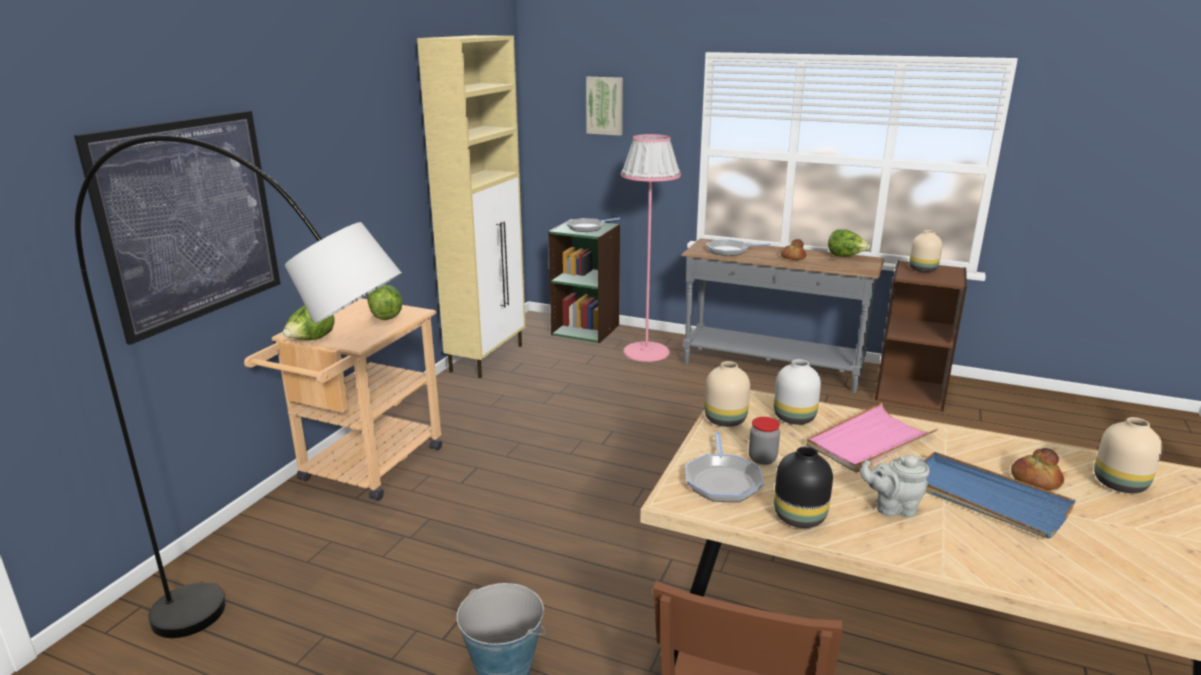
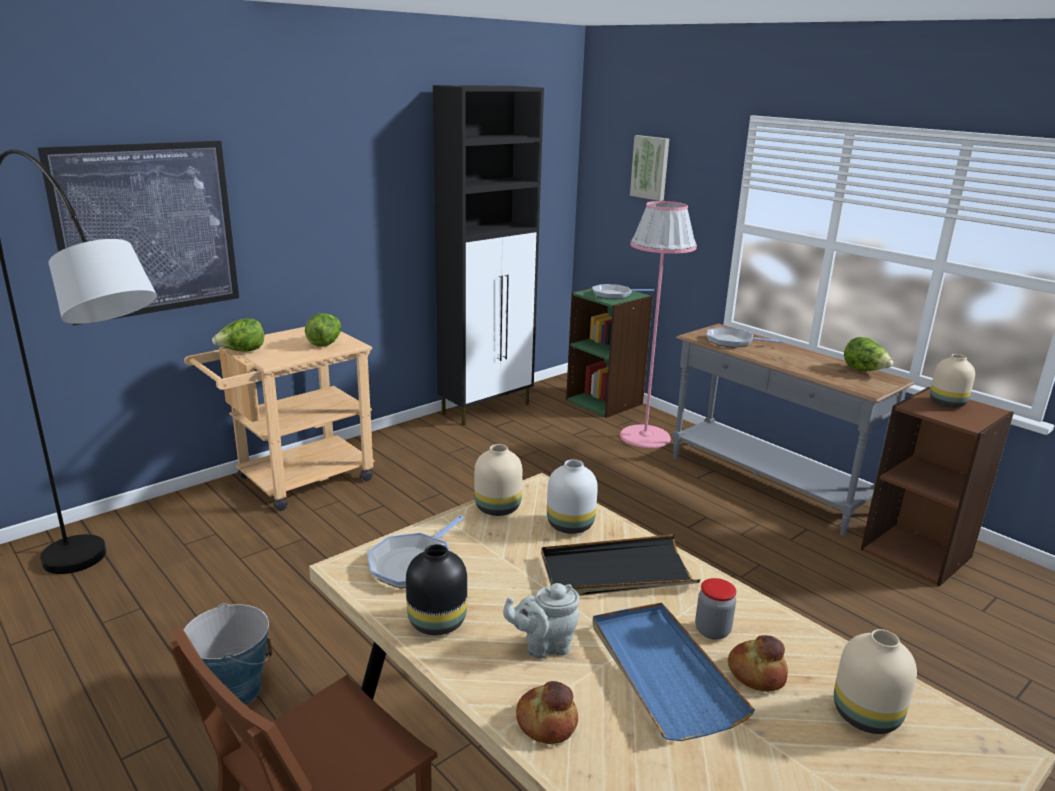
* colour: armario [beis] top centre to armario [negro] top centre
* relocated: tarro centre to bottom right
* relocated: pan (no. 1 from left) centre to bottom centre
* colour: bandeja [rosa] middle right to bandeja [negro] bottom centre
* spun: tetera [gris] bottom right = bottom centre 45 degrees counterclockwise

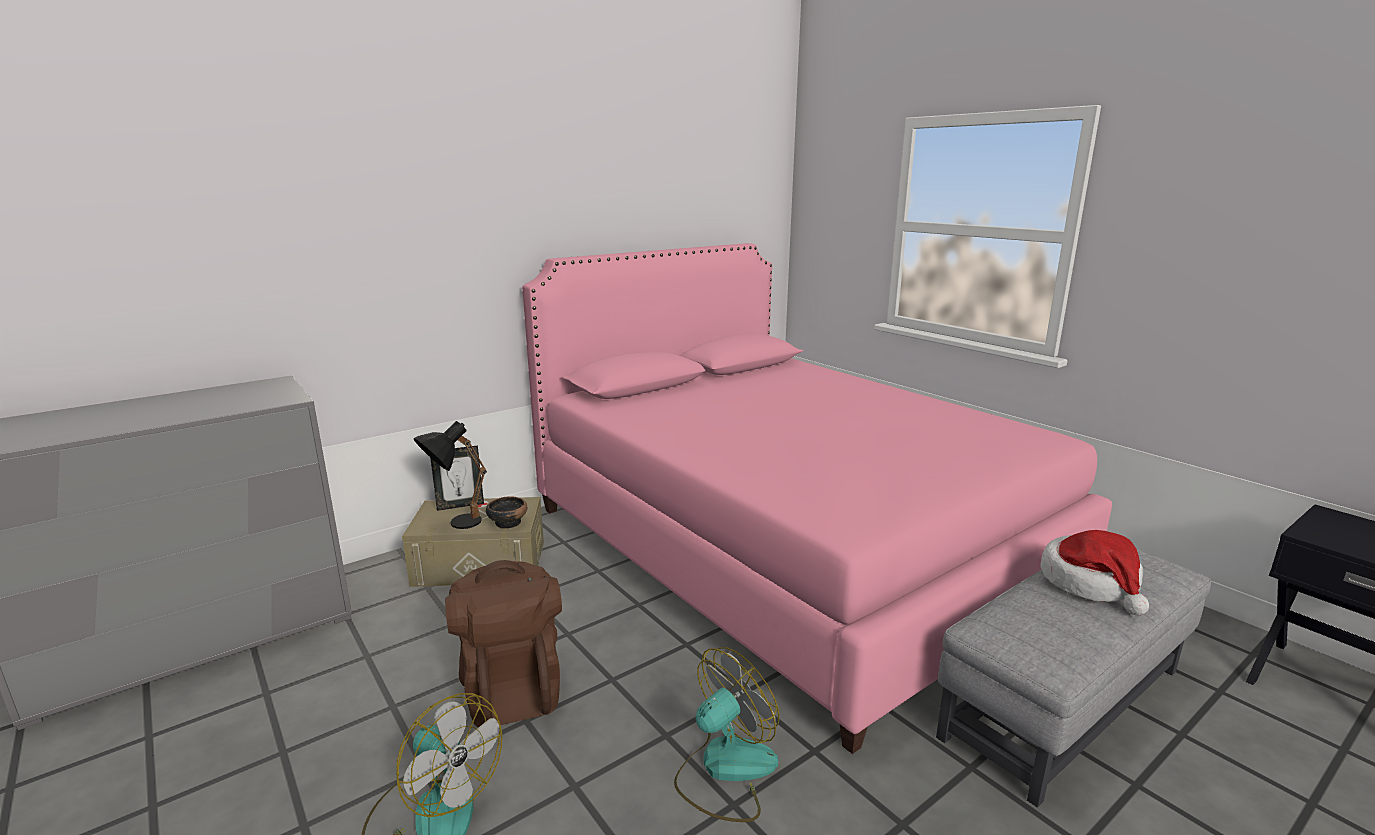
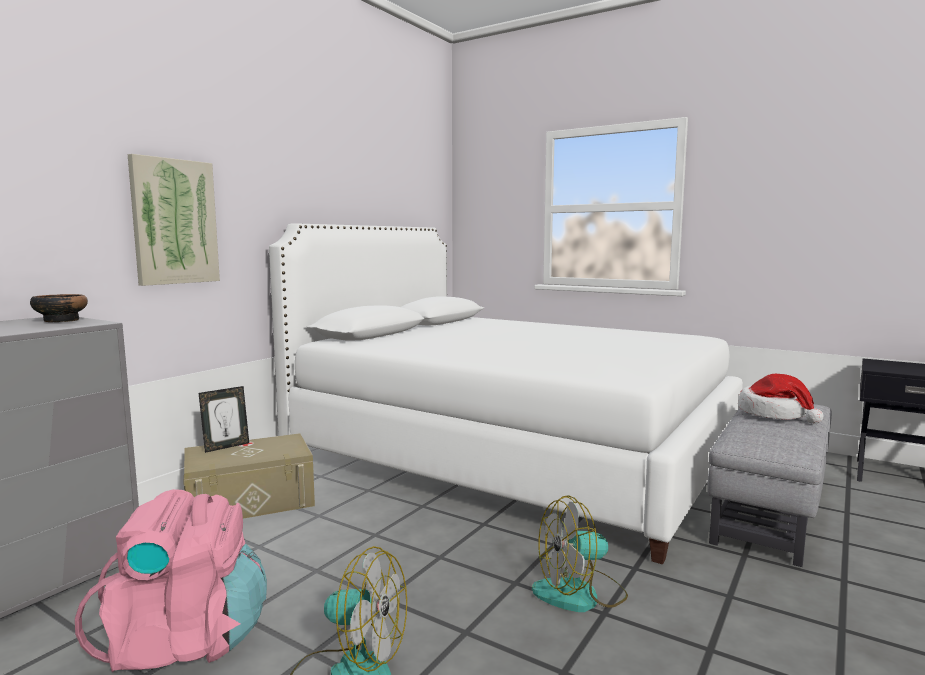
* missing: lámpara de mesa [negro] middle left
* missing: mochila [marrón] bottom centre
* relocated: cuenco centre to middle left
* colour: cama [rosa] centre to cama [blanco] centre
* spun: ventilador (no. 2 from left) bottom centre = bottom centre 135 degrees counterclockwise
* appeared: mochila [rosa] bottom left
* appeared: cuadro top left

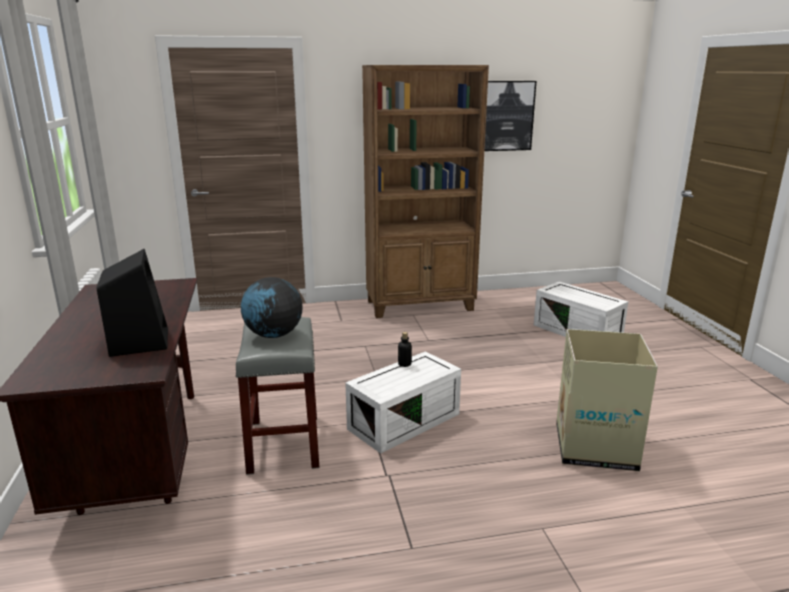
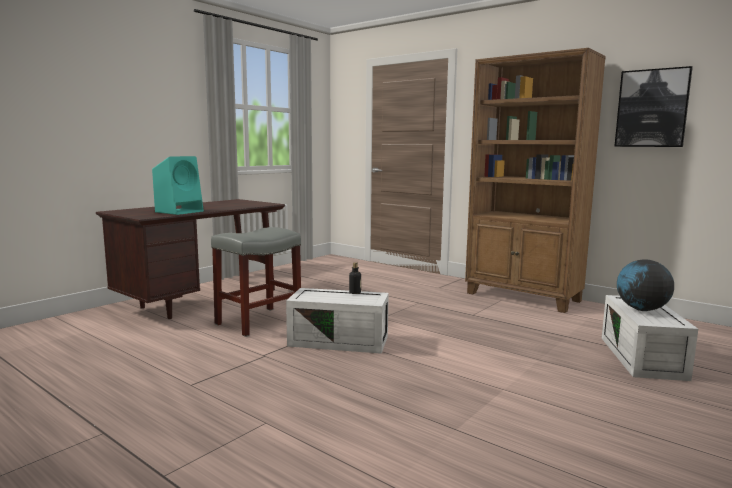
* colour: altavoz [negro] middle left to altavoz [turquesa] middle left
* relocated: globo terráqueo centre to middle right
* missing: caja de cartón bottom right

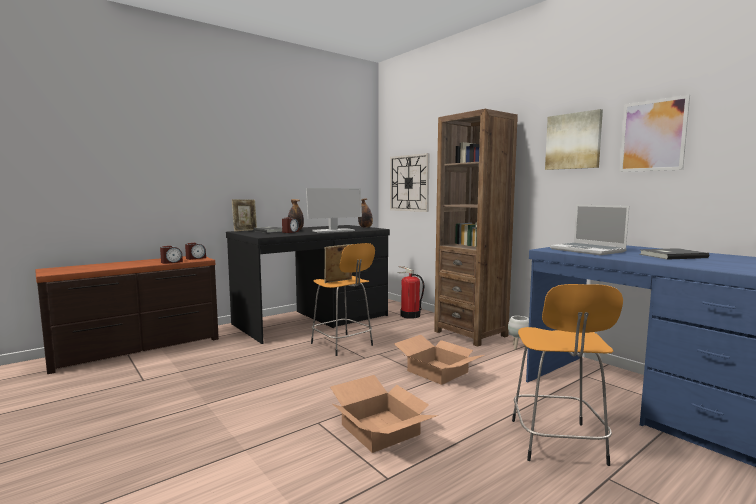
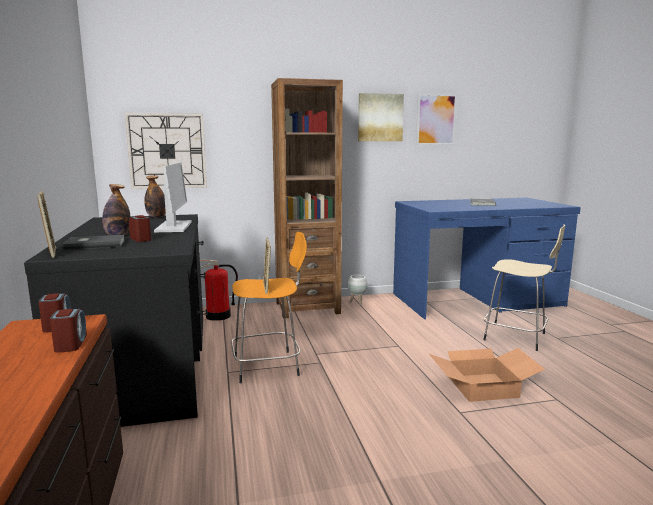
* missing: caja de cartón (no. 2 from left) bottom centre
* colour: taburete [naranja] (no. 2 from left) bottom right to taburete [beis] middle right
* missing: portátil middle right

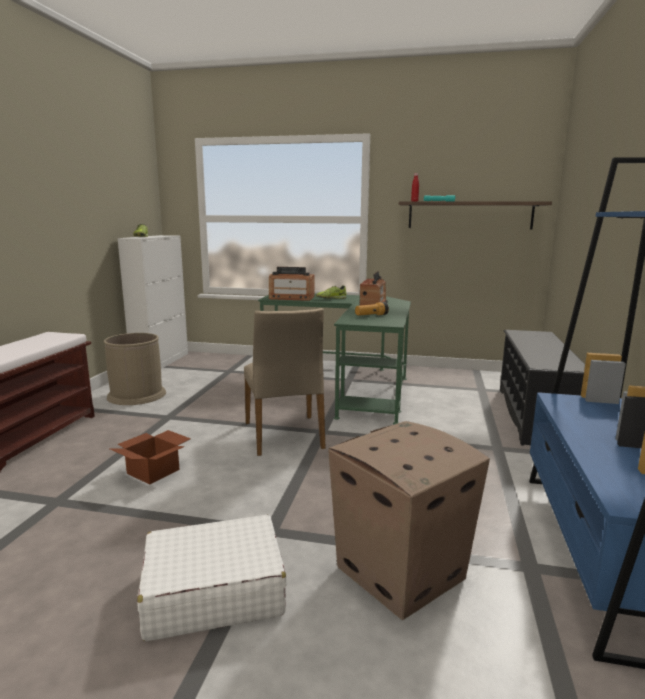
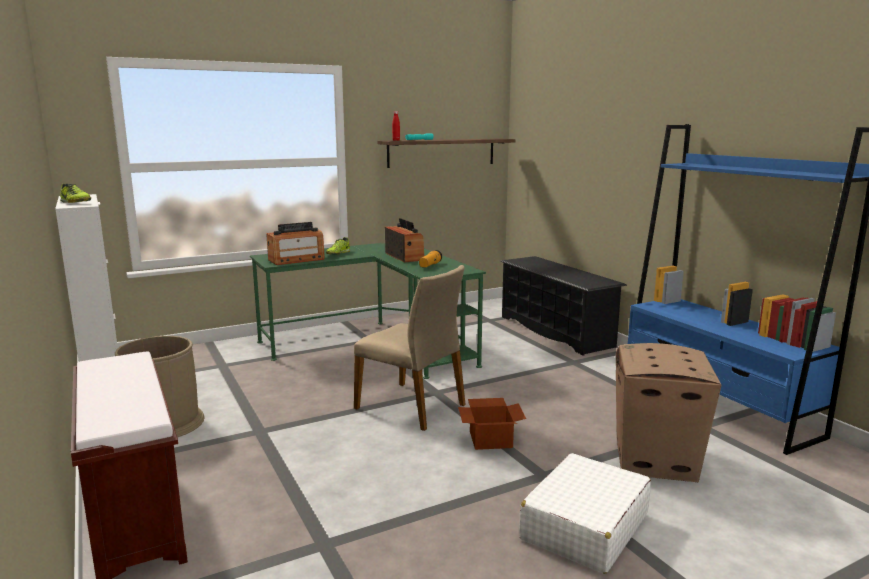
* relocated: caja de cartón (no. 1 from left) middle left to bottom centre

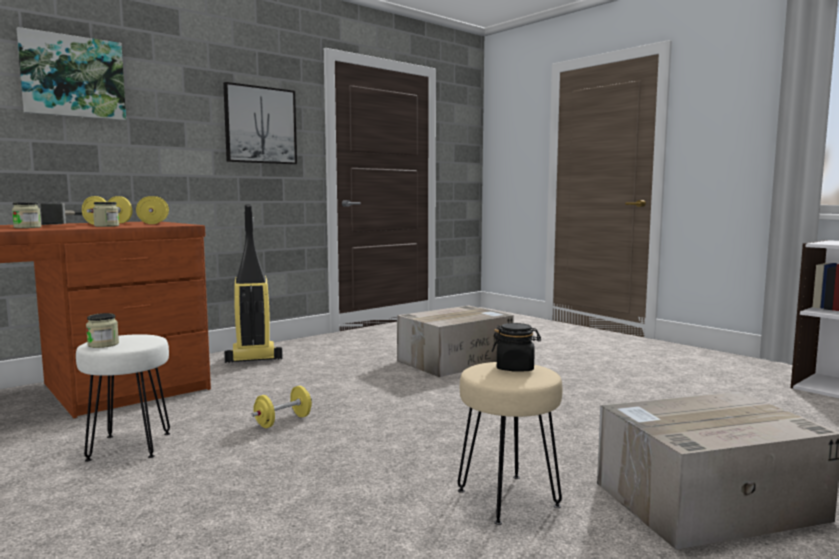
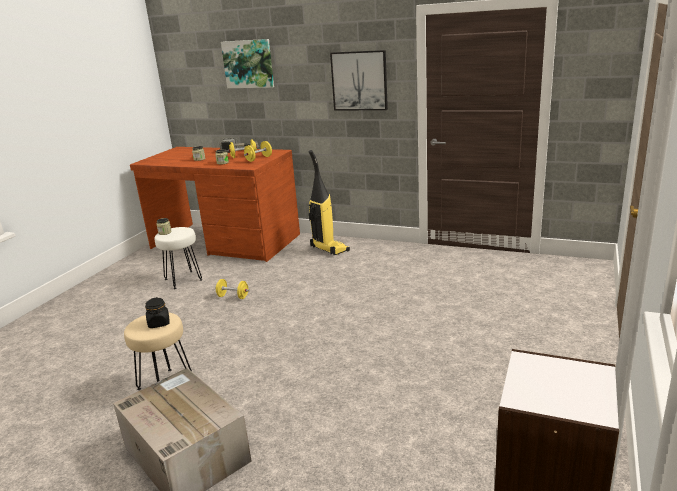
* missing: caja de cartón (no. 1 from left) centre

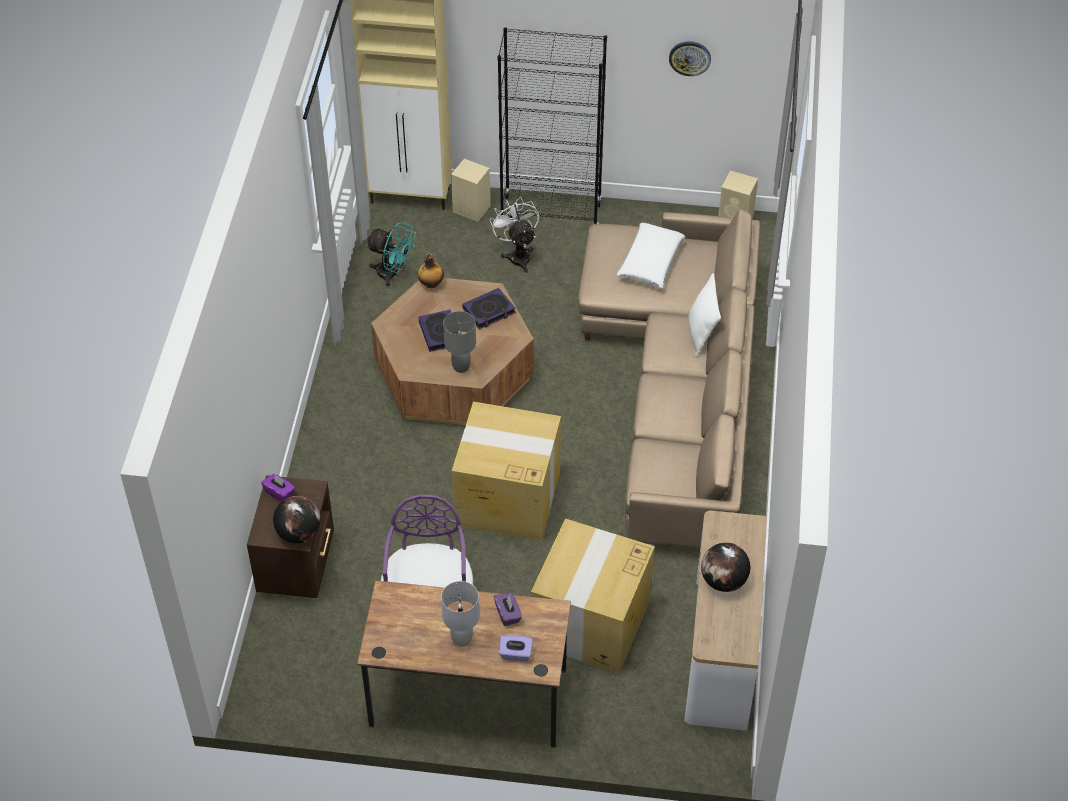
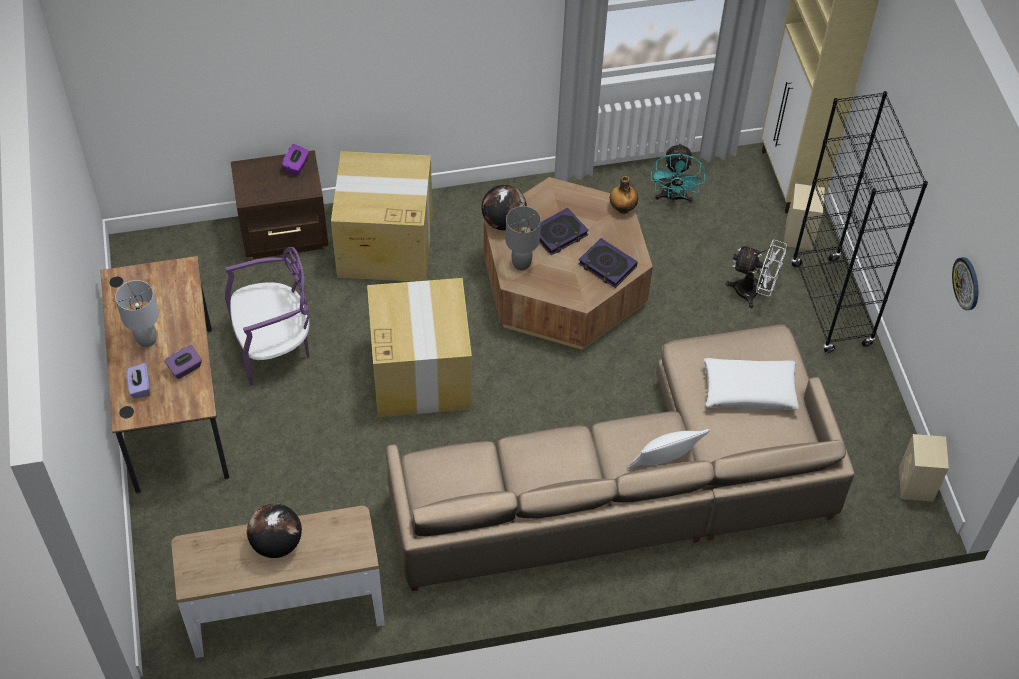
* relocated: globo terráqueo (no. 1 from left in the first image) middle left to globo terráqueo (no. 2 from left) top centre
* spun: ventilador [blanco] top centre = middle right 60 degrees clockwise
* relocated: caja de cartón (no. 2 from left in the first image) bottom centre to caja de cartón (no. 1 from left) top centre

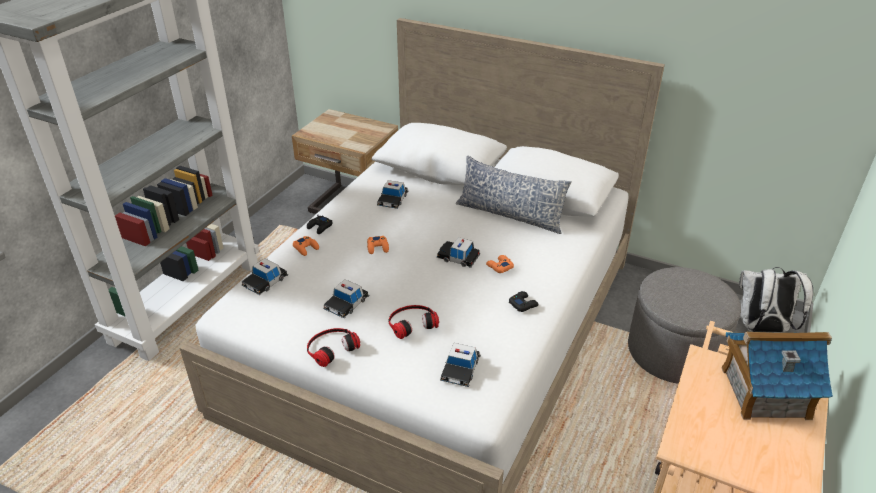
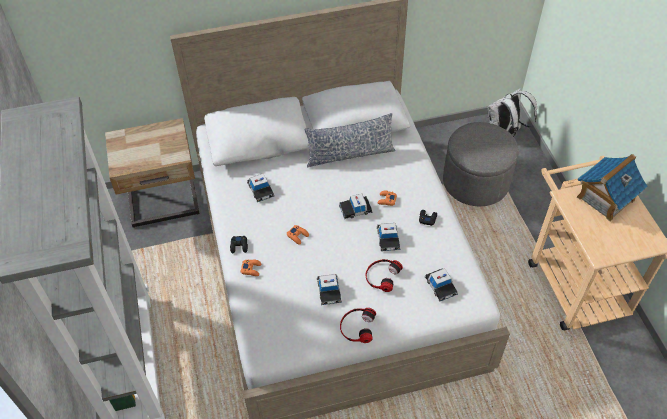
* relocated: coche de juguete (no. 1 from left in the first image) middle left to coche de juguete (no. 4 from left) centre

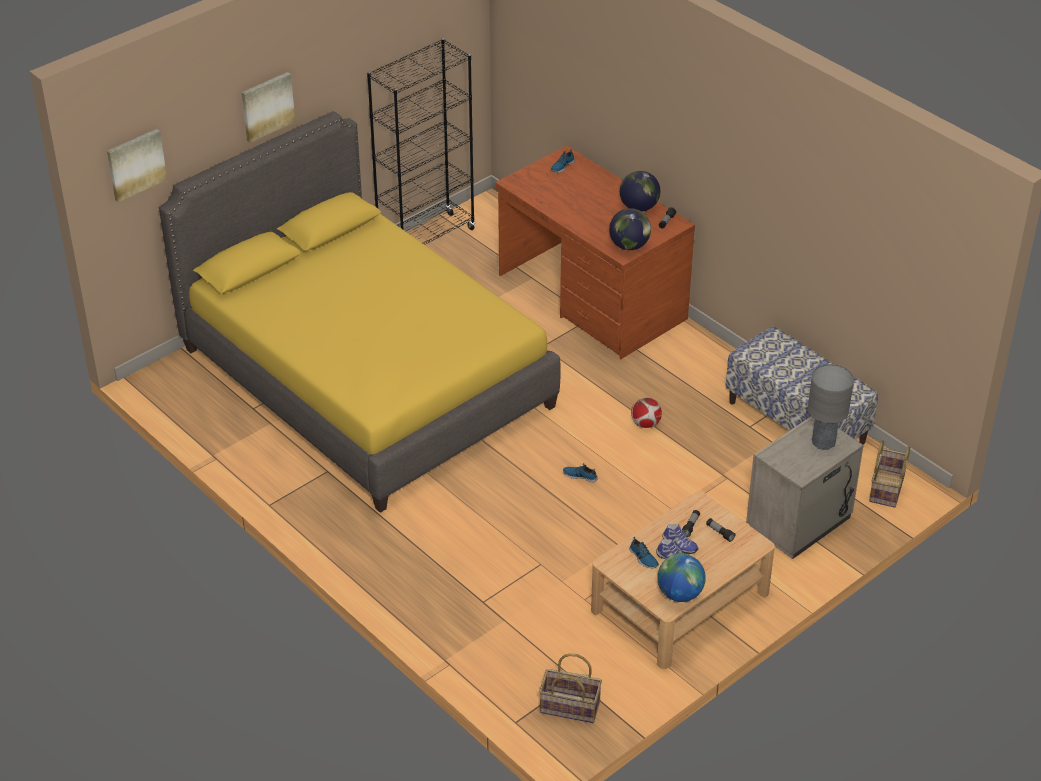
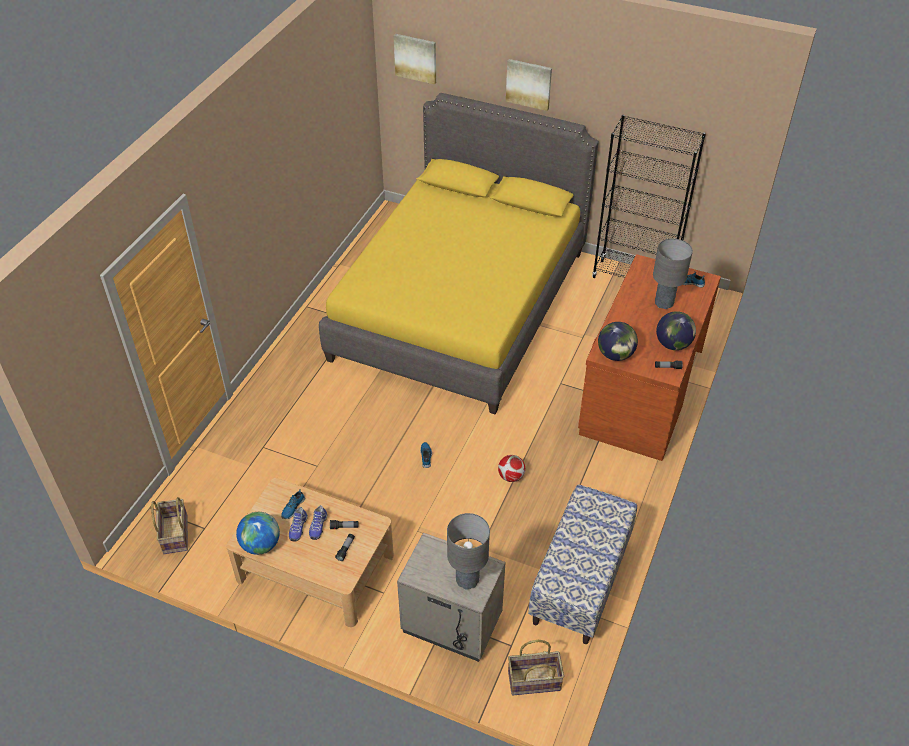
* appeared: lámpara de mesa [gris] (no. 2 from left) middle right

